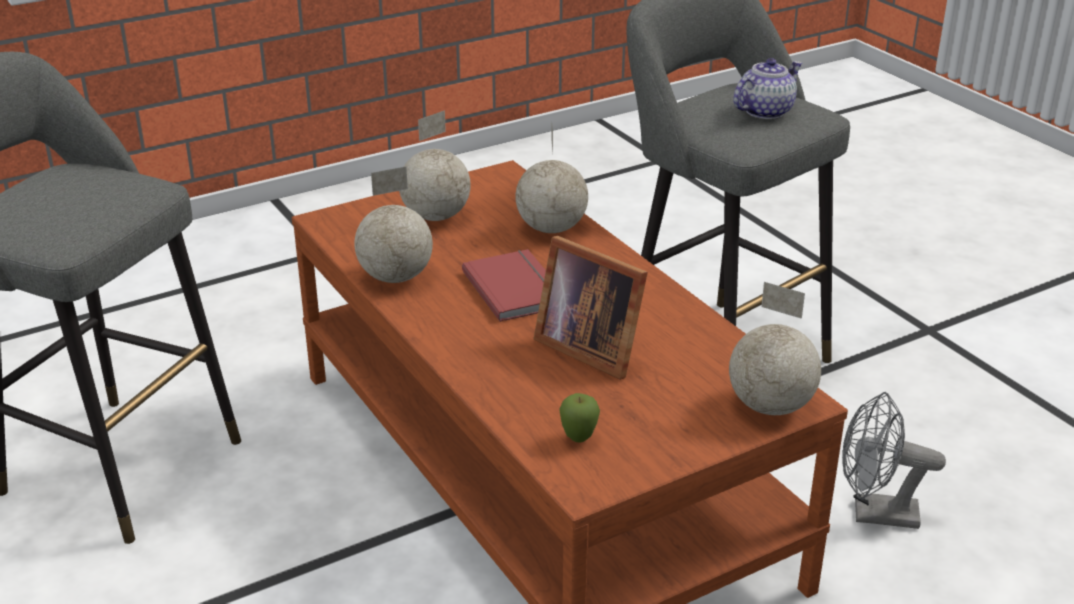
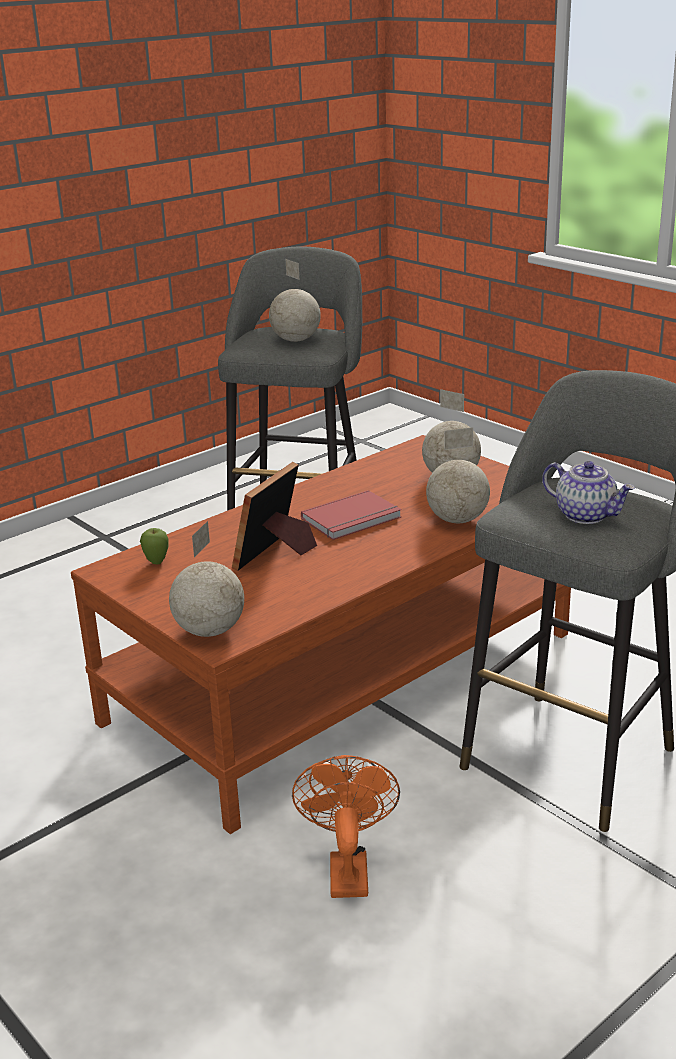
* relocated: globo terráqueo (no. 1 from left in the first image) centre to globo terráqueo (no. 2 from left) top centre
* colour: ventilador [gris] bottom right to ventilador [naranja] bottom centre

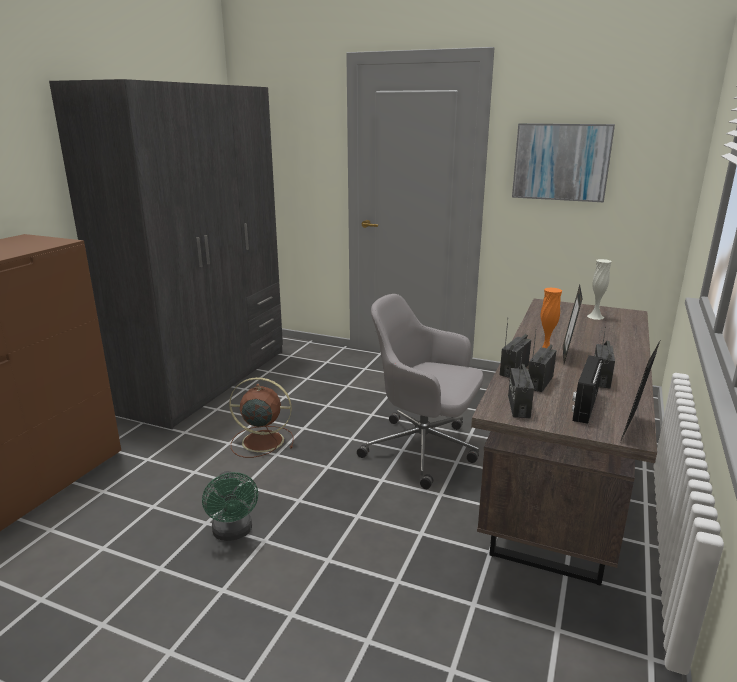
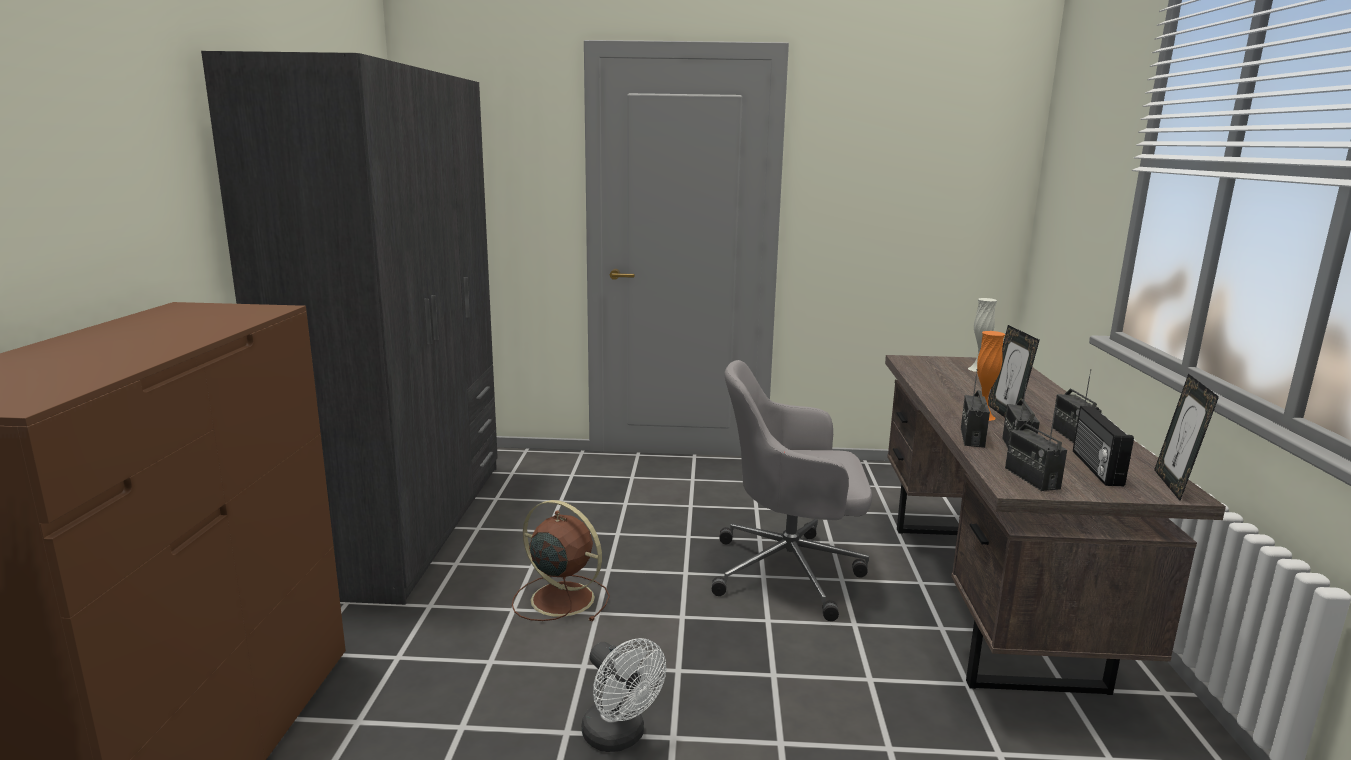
* colour: ventilador [verde] bottom left to ventilador [blanco] bottom centre
* spun: ventilador [marrón] centre = bottom centre 45 degrees clockwise
* missing: cuadro top right

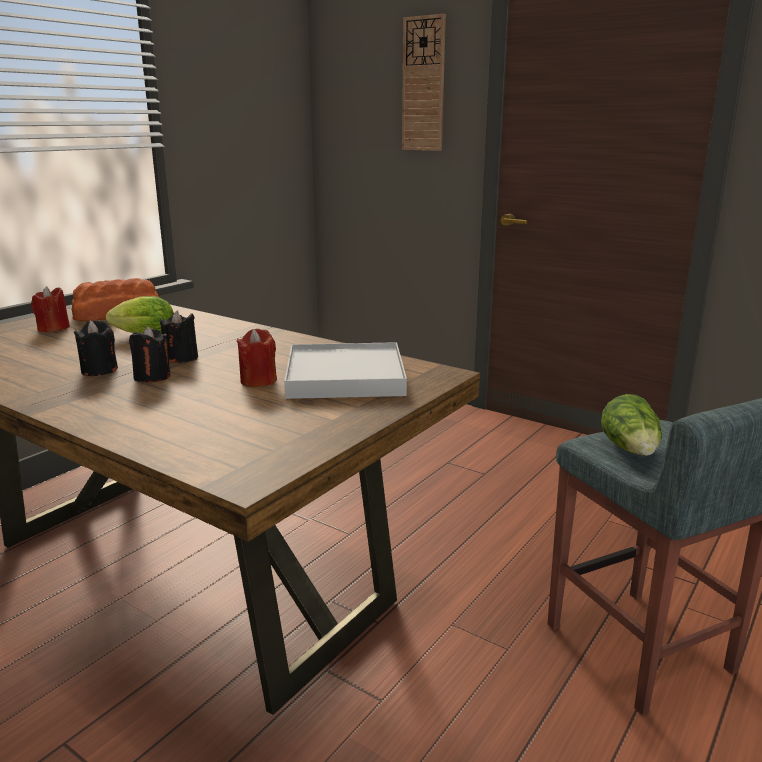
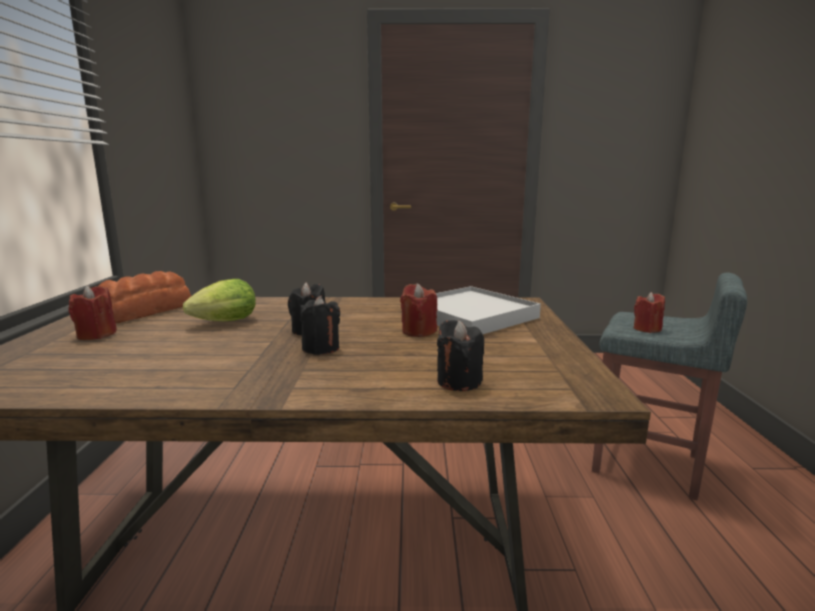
* relocated: vela [negro] (no. 1 from left in the first image) middle left to vela [negro] (no. 3 from left) centre
* missing: reloj de pared top centre
* exchanged: lechuga (no. 2 from left) middle right to vela [rojo] (no. 3 from left) middle right

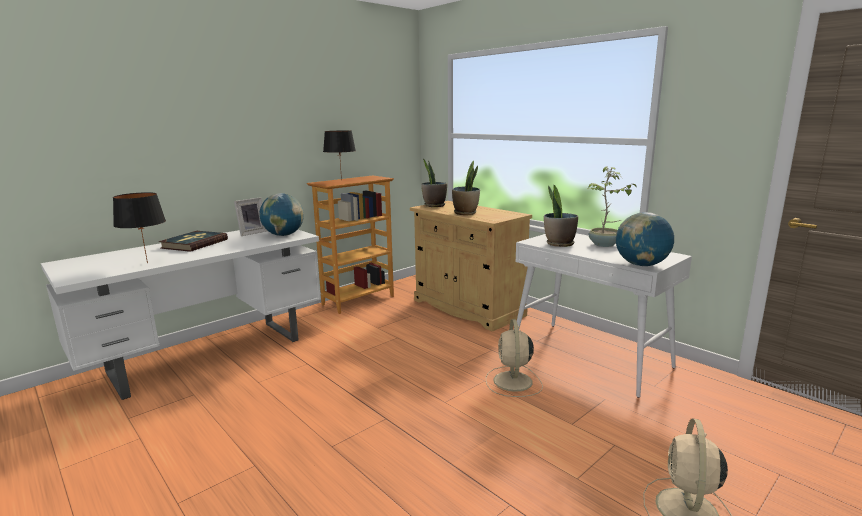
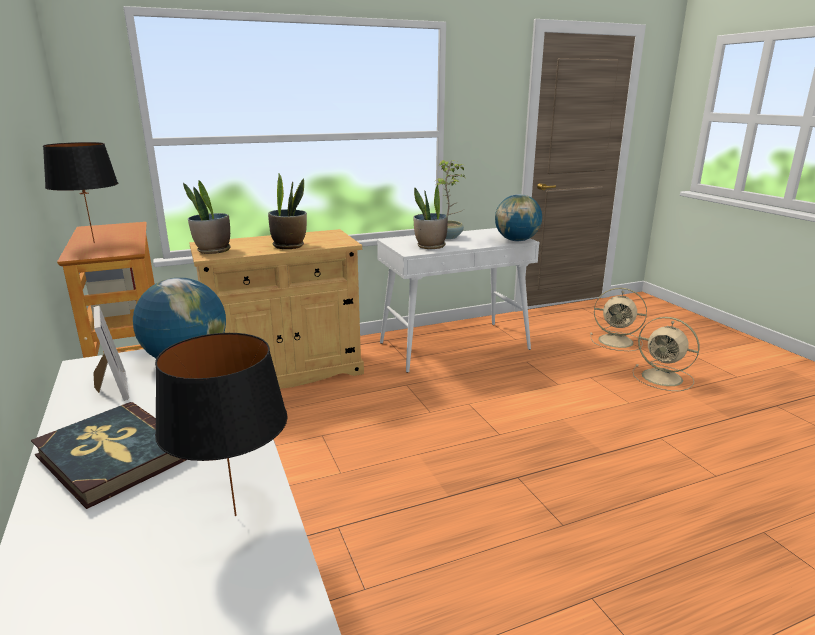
* relocated: ventilador [beis] (no. 1 from left) bottom centre to middle right

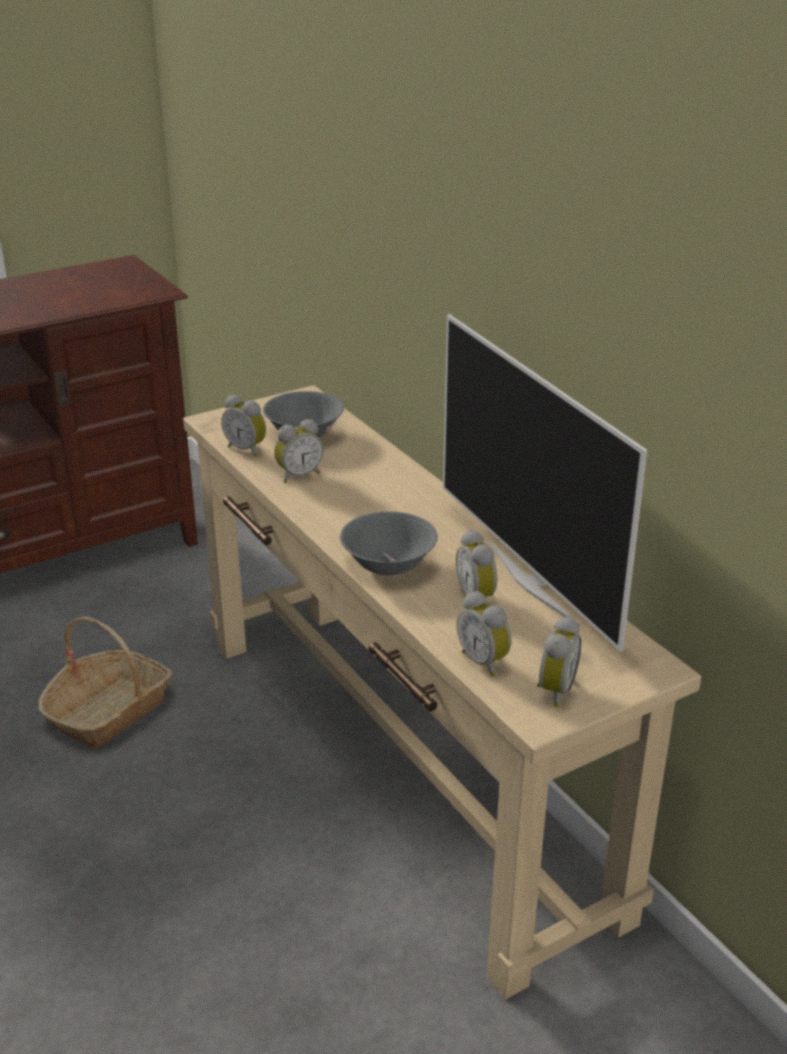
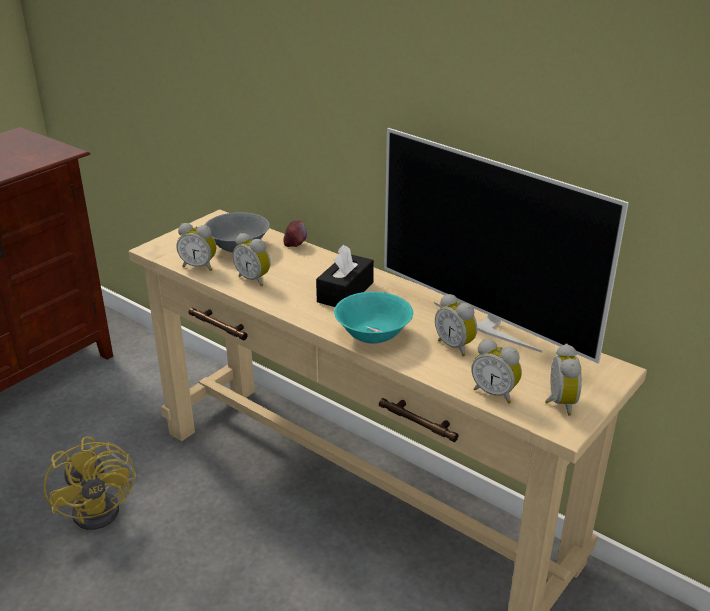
* exchanged: cesta middle left to ventilador [amarillo] bottom left
* spun: despertador (no. 2 from left) centre = centre 90 degrees clockwise
* colour: cuenco [gris] (no. 2 from left) centre to cuenco [turquesa] centre
* appeared: manzana centre
* appeared: caja de pañuelos [negro] centre

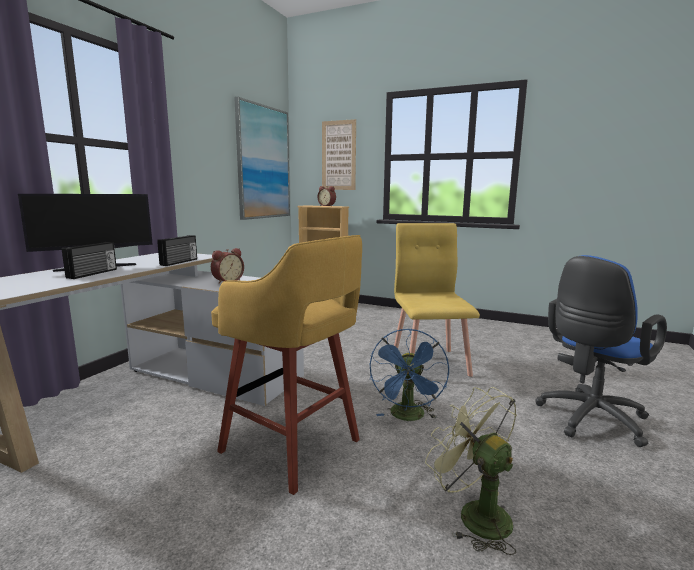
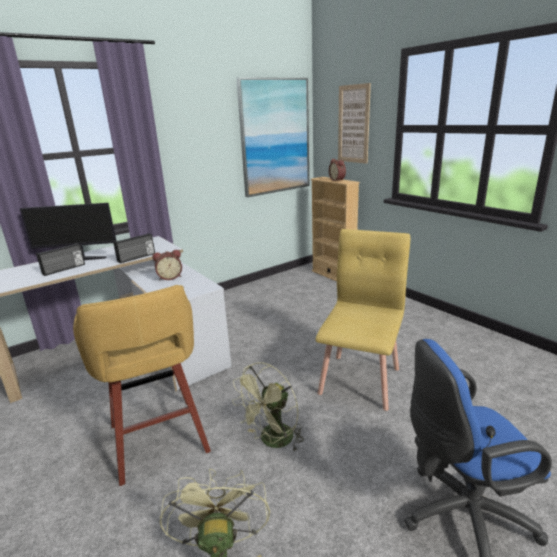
* colour: ventilador [azul] centre to ventilador [verde] (no. 2 from left) bottom centre

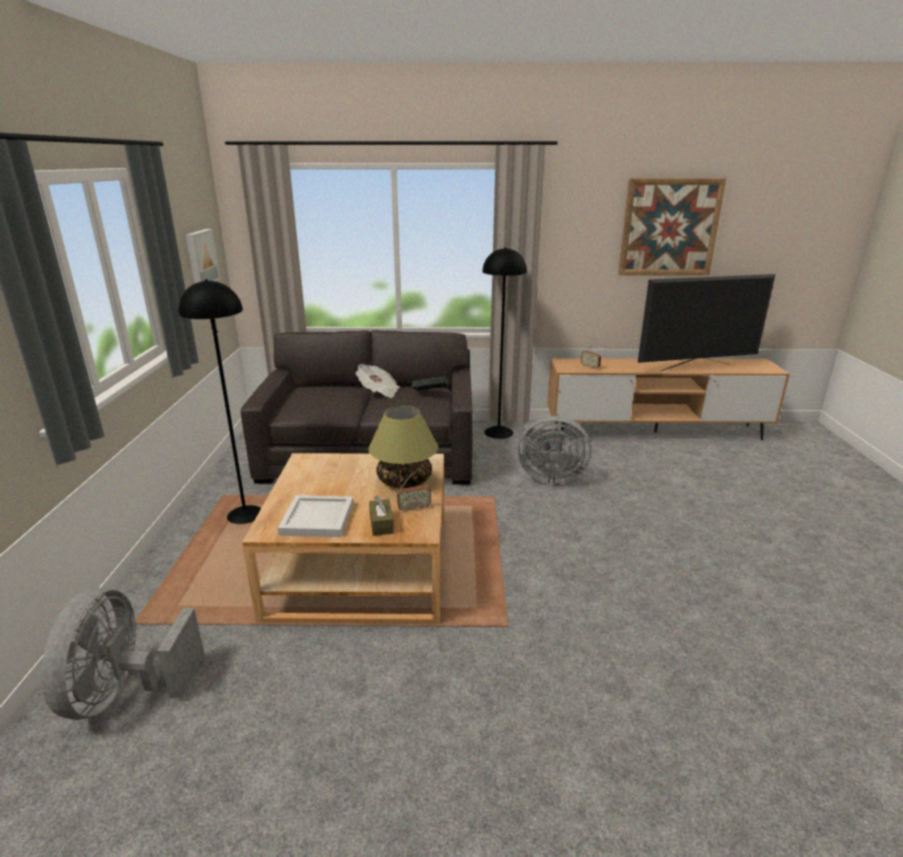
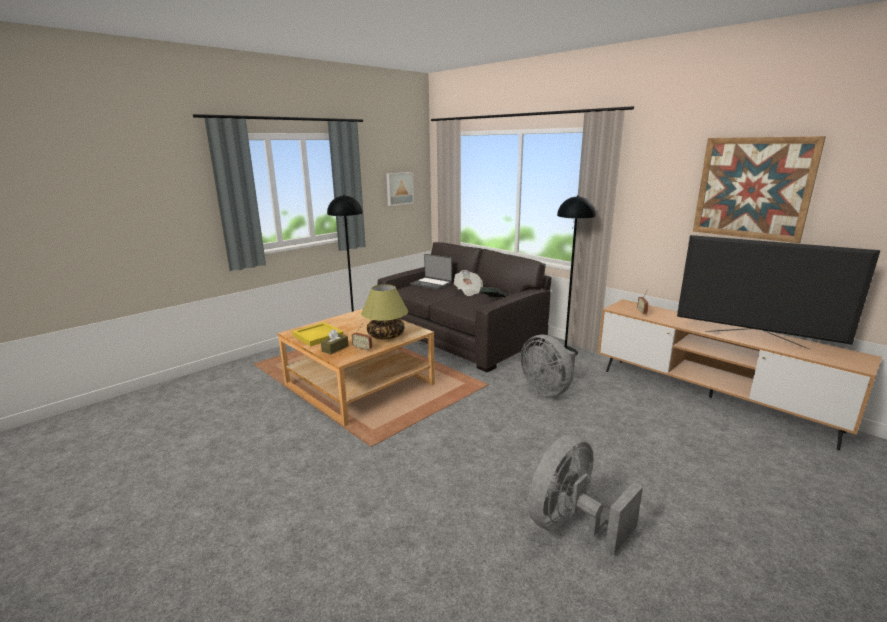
* relocated: ventilador [gris] (no. 1 from left in the first image) bottom left to ventilador [gris] (no. 2 from left) bottom centre
* colour: bandeja [blanco] centre to bandeja [amarillo] centre
* appeared: portátil centre

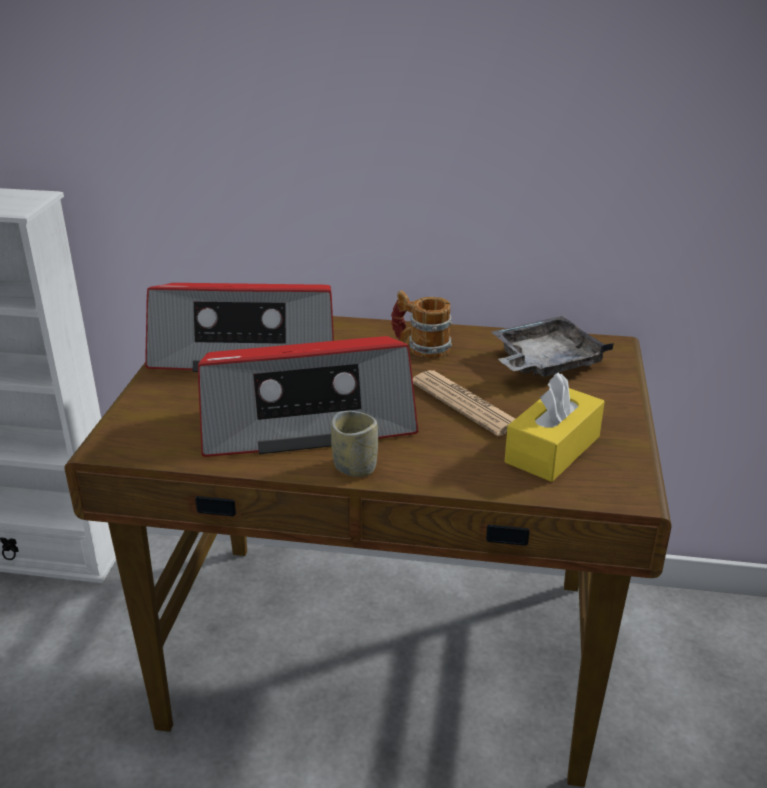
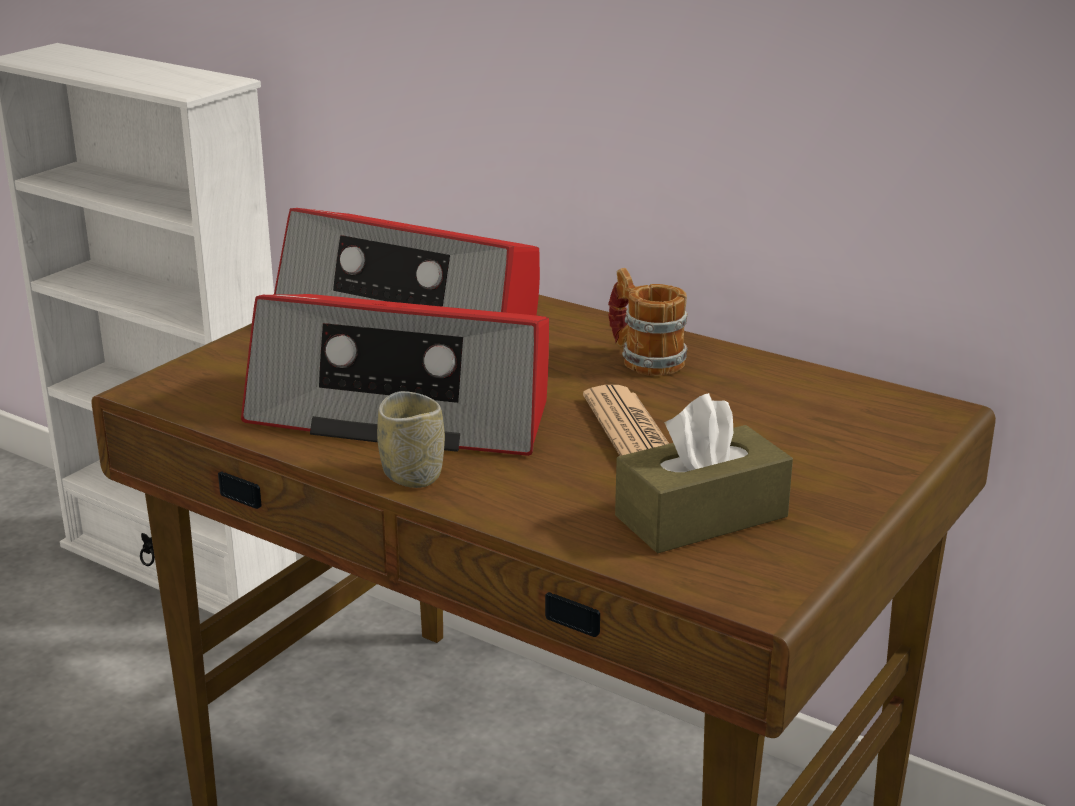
* missing: bandeja [gris] middle right
* colour: caja de pañuelos [amarillo] middle right to caja de pañuelos [marrón] centre

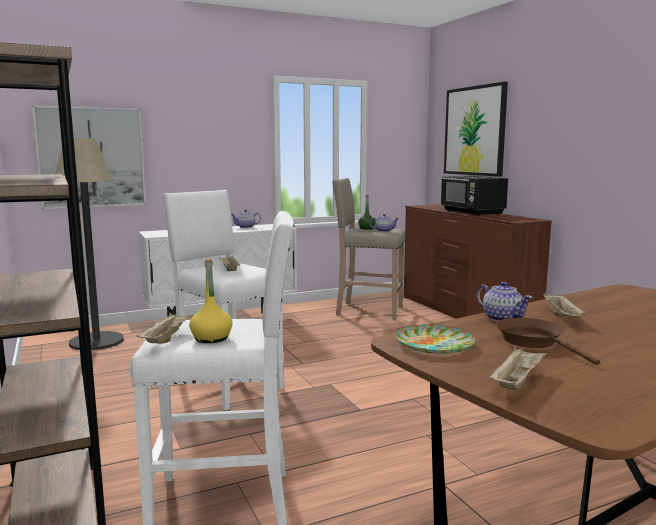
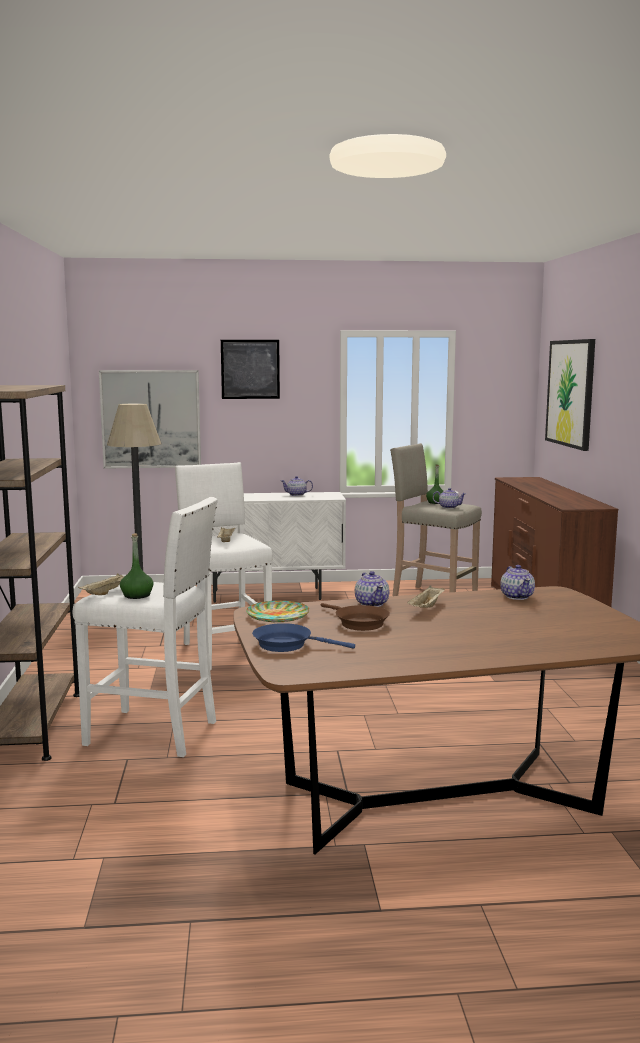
* colour: botella [amarillo] middle left to botella [verde] (no. 1 from left) middle left
* missing: microondas [negro] middle right
* exchanged: bandeja [beis] (no. 3 from left) bottom right to sartén [azul] centre
* spun: sartén [marrón] middle right = centre 150 degrees clockwise
* appeared: cuadro (no. 2 from left) centre
* appeared: tetera (no. 4 from left) middle right

